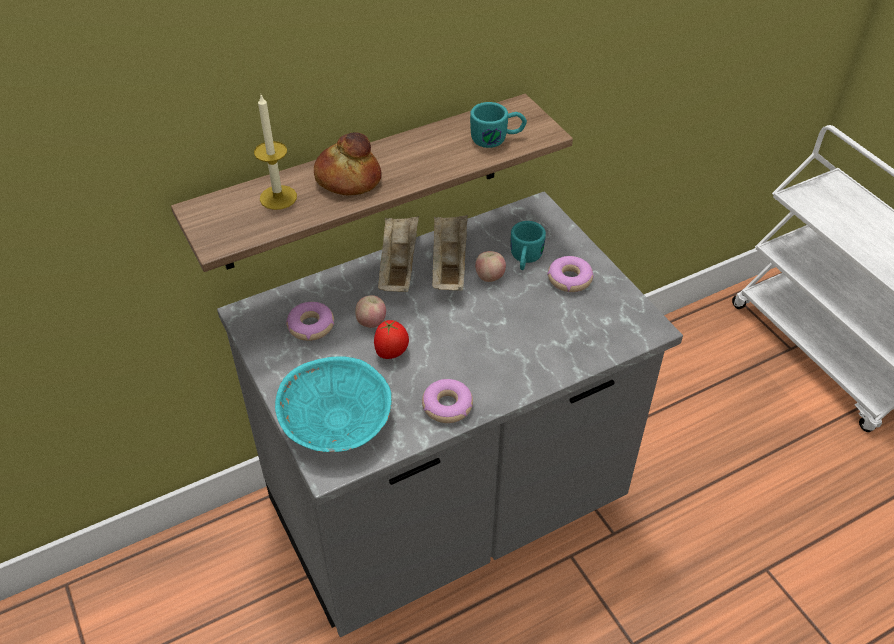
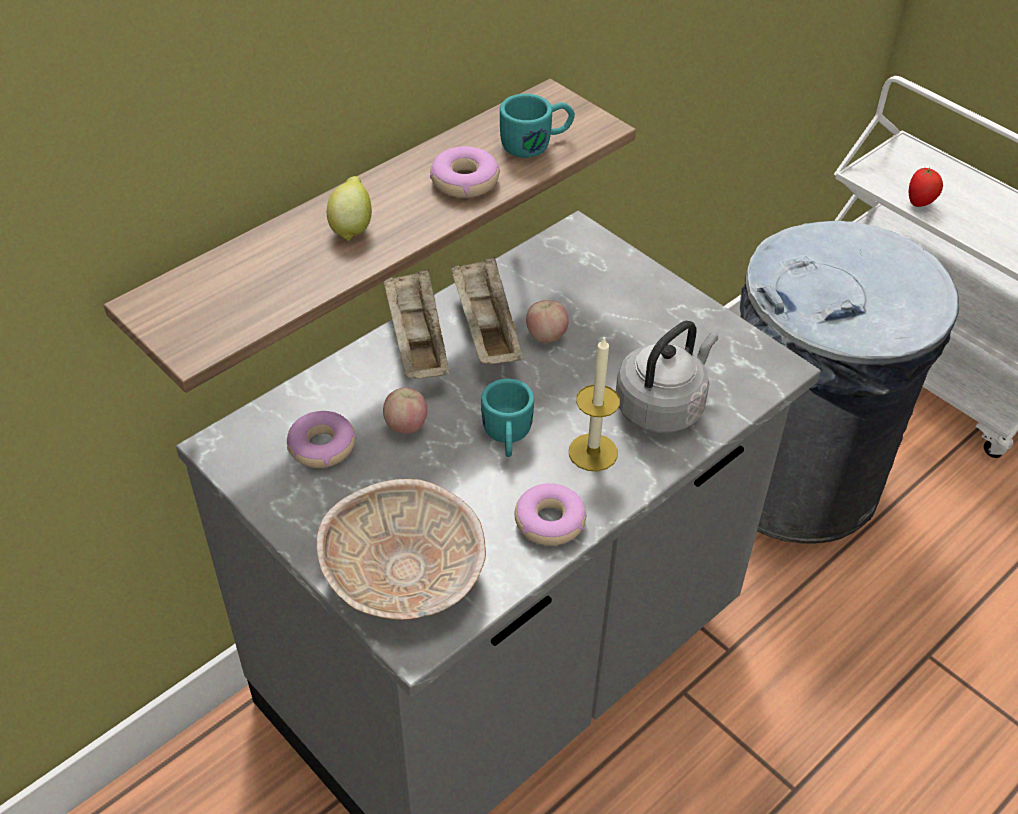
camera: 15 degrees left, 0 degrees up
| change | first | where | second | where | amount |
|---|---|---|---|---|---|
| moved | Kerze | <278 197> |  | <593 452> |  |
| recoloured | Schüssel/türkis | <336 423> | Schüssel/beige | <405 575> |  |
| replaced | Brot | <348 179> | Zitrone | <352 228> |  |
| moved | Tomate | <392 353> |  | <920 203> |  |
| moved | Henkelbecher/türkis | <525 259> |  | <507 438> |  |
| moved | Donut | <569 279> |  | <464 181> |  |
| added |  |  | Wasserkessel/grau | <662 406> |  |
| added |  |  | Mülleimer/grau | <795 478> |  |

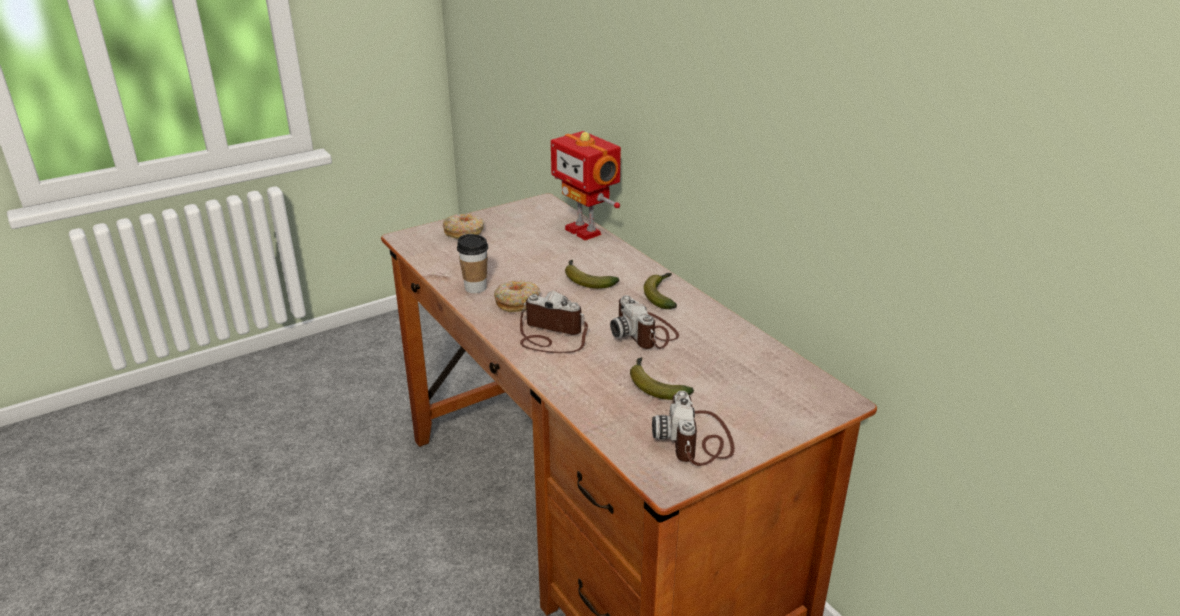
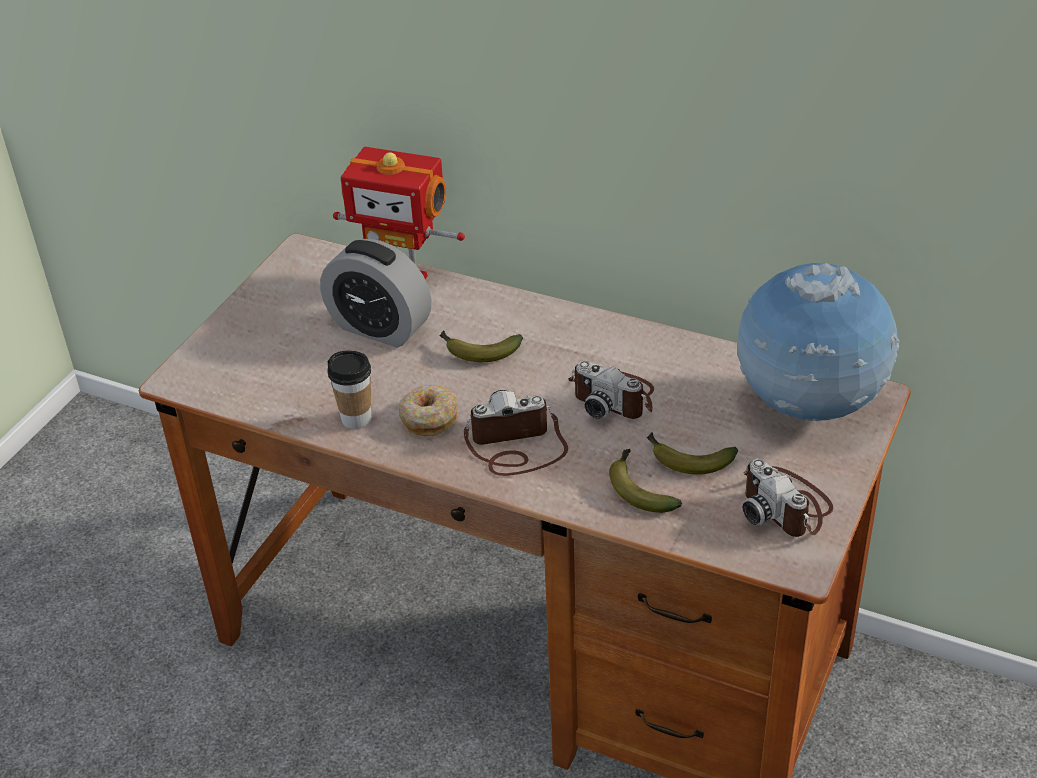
camera: 30 degrees left, 10 degrees up
| change | first | where | second | where | amount |
|---|---|---|---|---|---|
| removed | Donut | <464 232> |  |  |  |
| moved | Banane | <661 295> |  | <639 488> |  |
| added |  |  | Wecker | <379 328> |  |
| added |  |  | Globus | <808 408> |  |

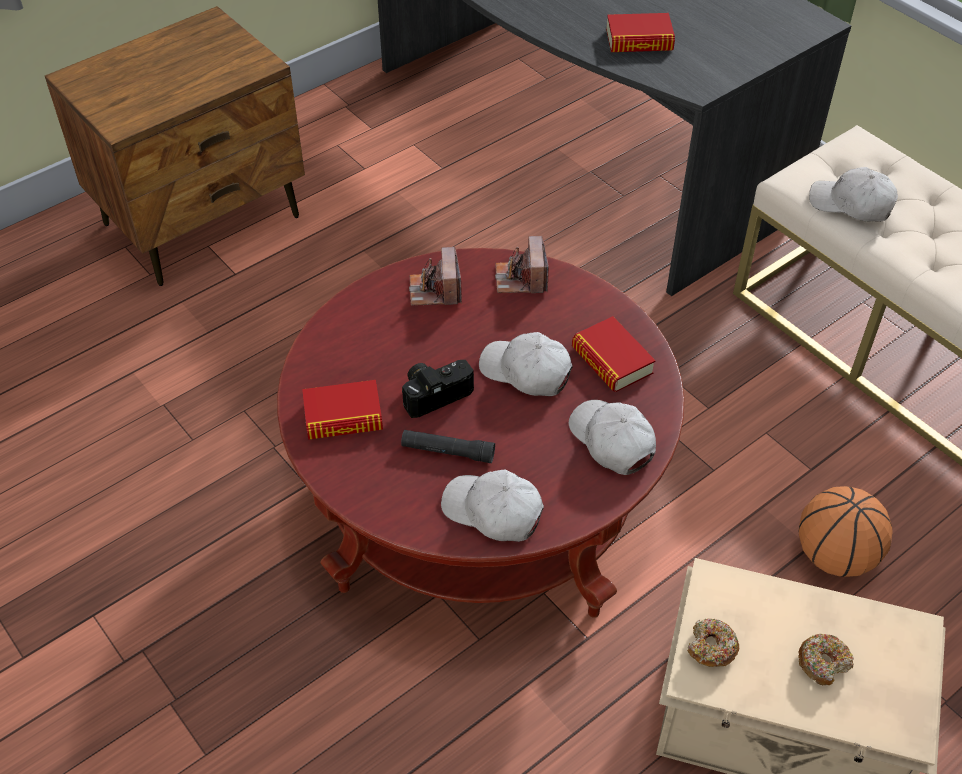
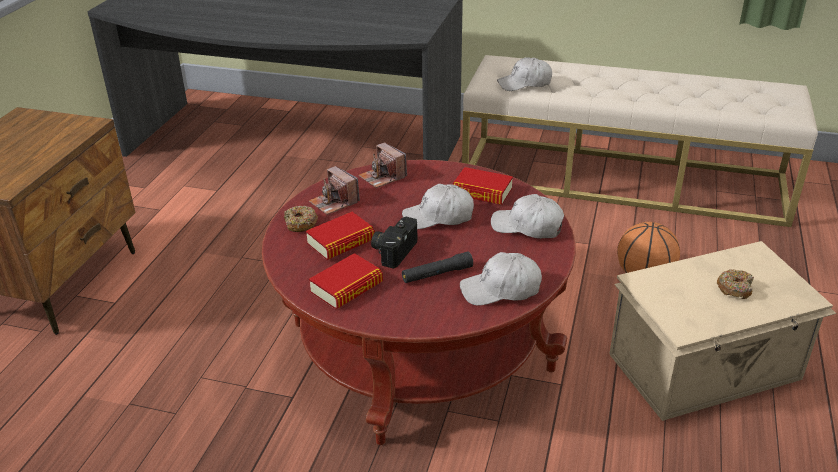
camera: 35 degrees left, 15 degrees down
| change | first | where | second | where | amount |
|---|---|---|---|---|---|
| moved | Buch | <639 40> |  | <341 242> |  |
| moved | Donut | <711 648> |  | <300 224> |  |

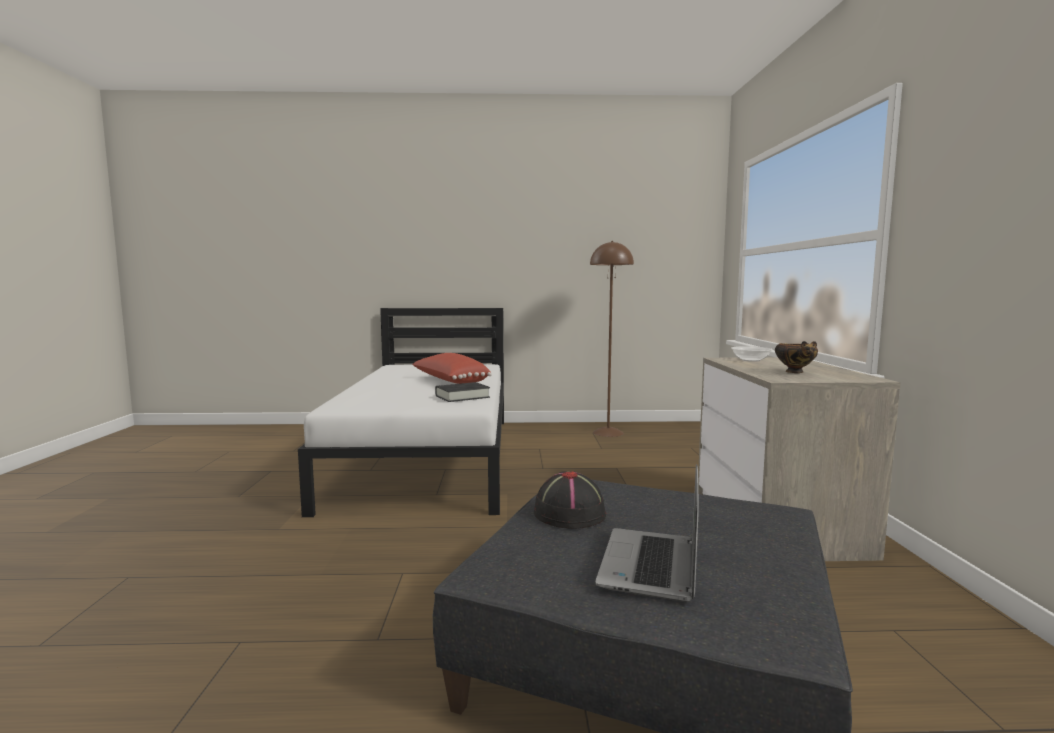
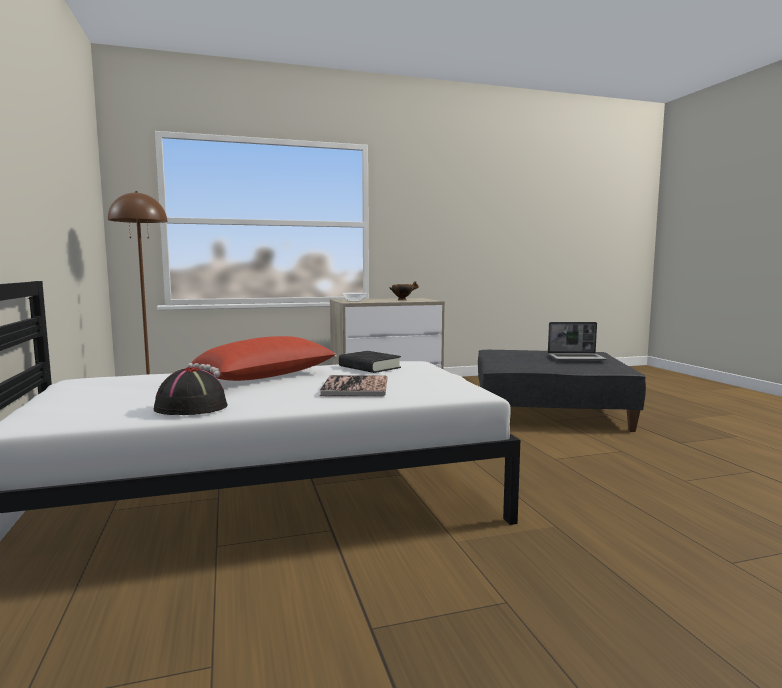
camera: 105 degrees left, 0 degrees up
| change | first | where | second | where | amount |
|---|---|---|---|---|---|
| moved | Hut/schwarz | <569 513> |  | <191 407> |  |
| added |  |  | Buch | <355 387> |  |

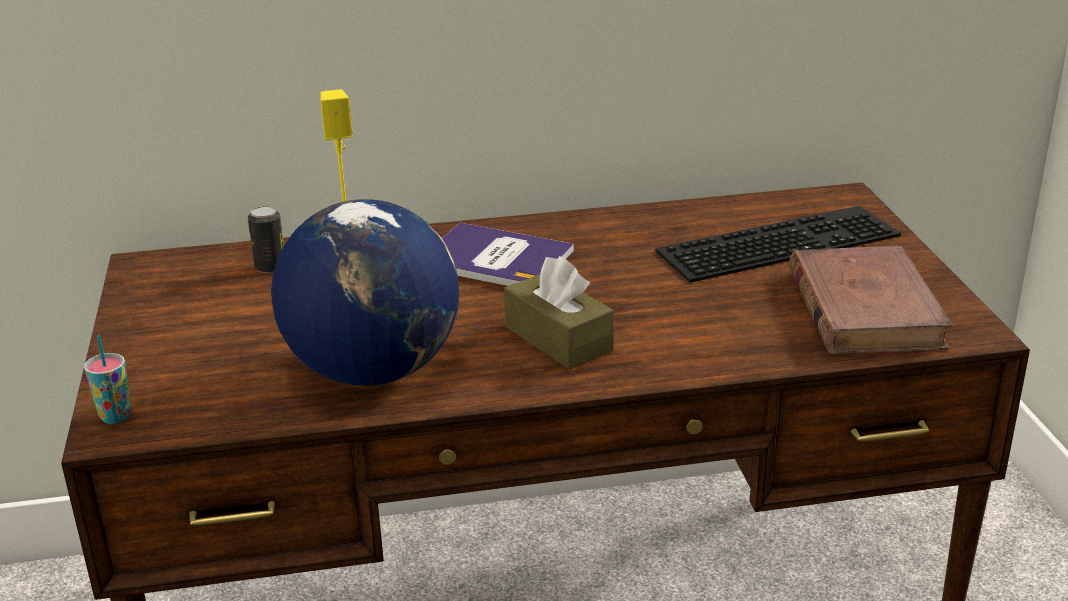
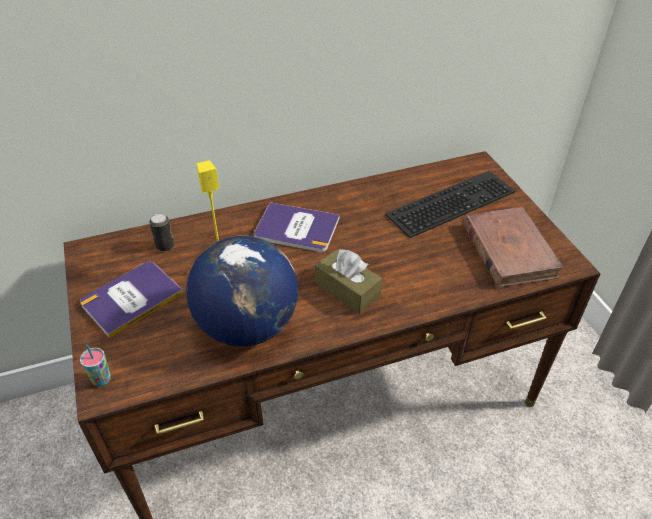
camera: 10 degrees left, 15 degrees up
| change | first | where | second | where | amount |
|---|---|---|---|---|---|
| added |  |  | Buch | <131 298> |  |

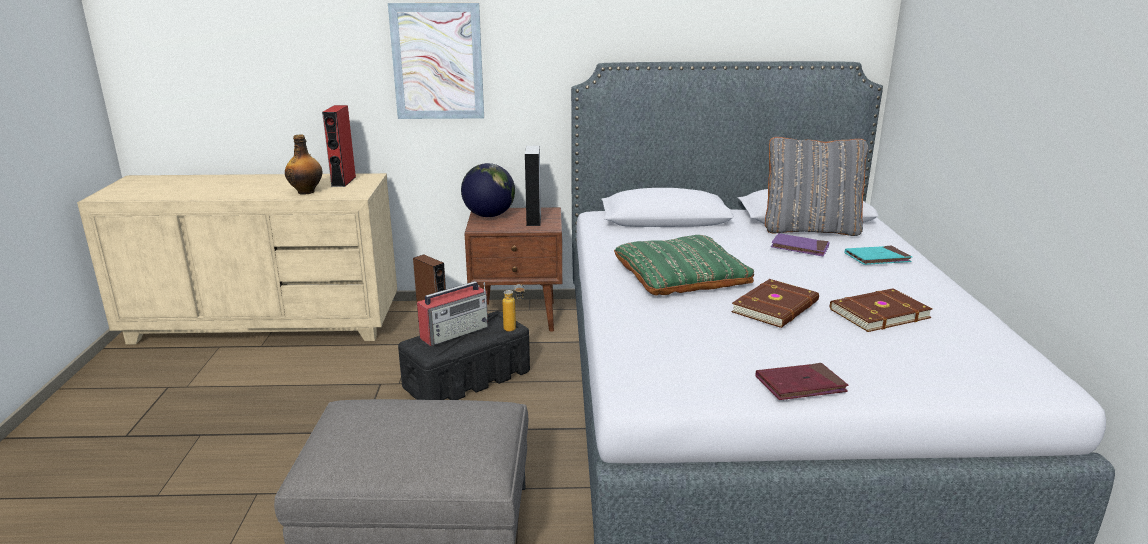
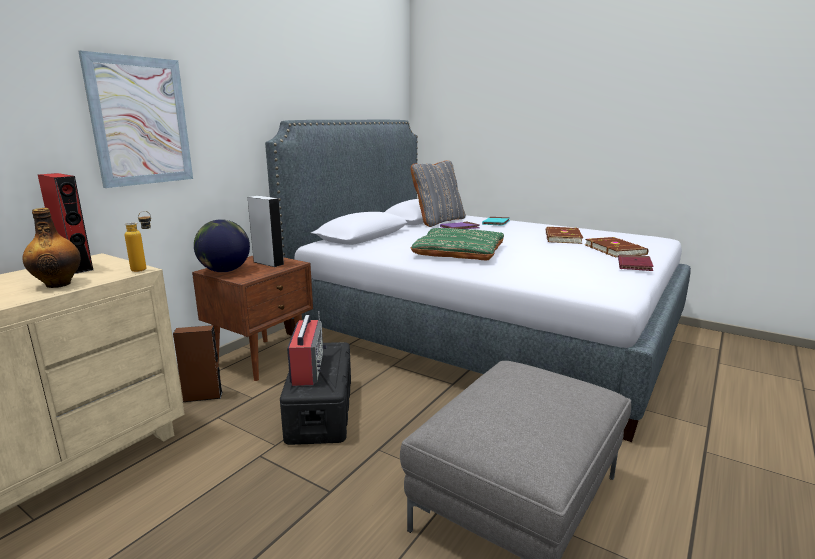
camera: 55 degrees left, 5 degrees down
| change | first | where | second | where | amount |
|---|---|---|---|---|---|
| moved | Flasche | <514 329> |  | <145 268> |  |
| moved | Buch/braun | <777 307> |  | <615 250> |  |

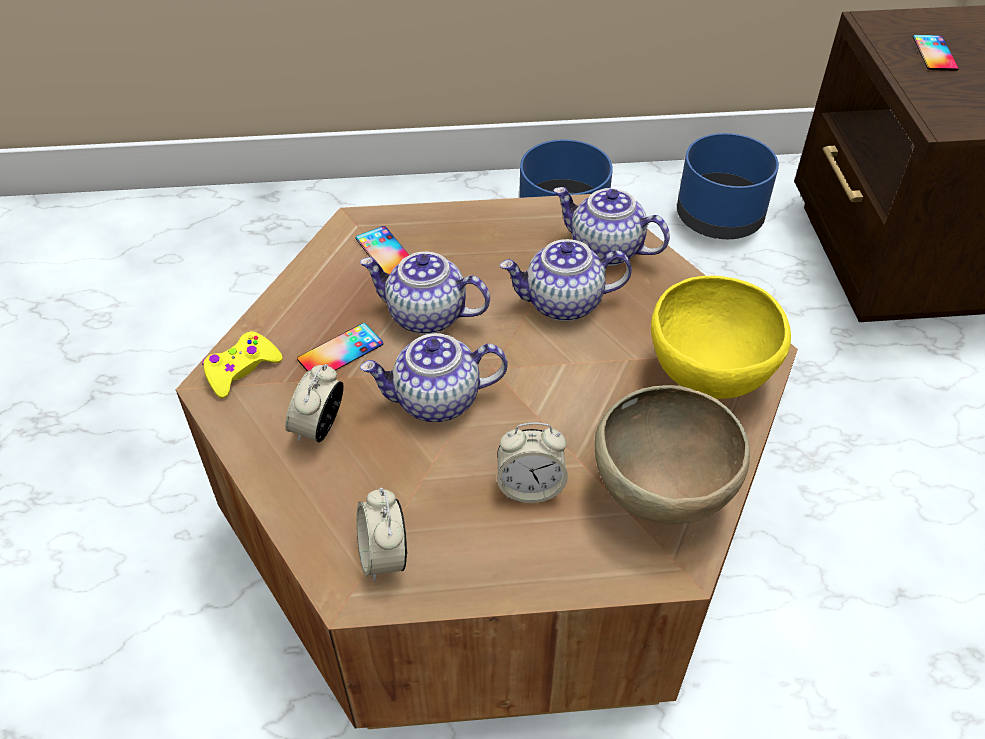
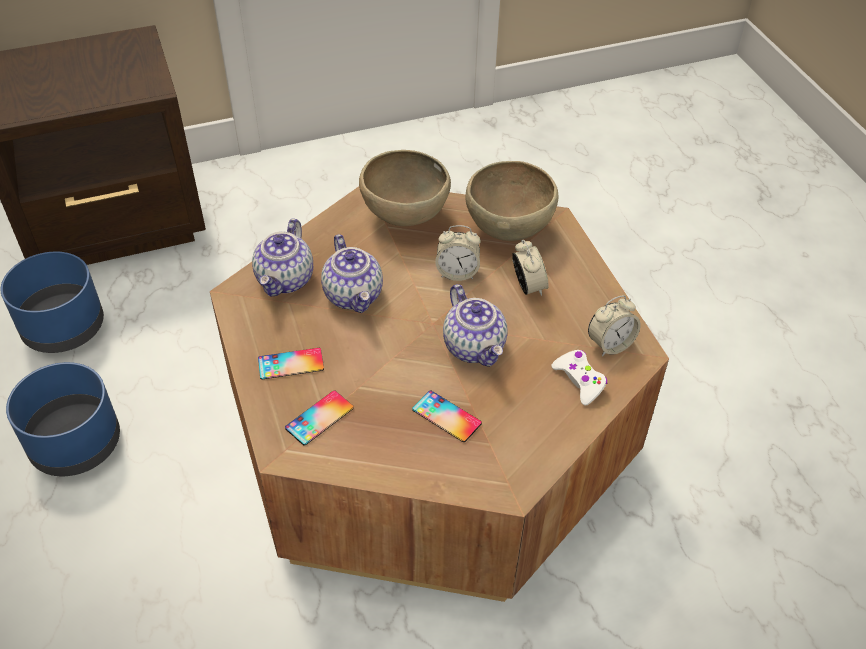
camera: 105 degrees left, 0 degrees up
| change | first | where | second | where | amount |
|---|---|---|---|---|---|
| removed | Gamepad/gelb | <241 370> |  |  |  |
| moved | Wecker | <319 428> |  | <457 272> |  |
| removed | Teekanne | <425 316> |  |  |  |
| recoloured | Schüssel/gelb | <707 376> | Schüssel/braun | <405 218> |  |
| moved | Handy | <934 53> |  | <291 364> |  |
| added |  |  | Gamepad/weiß | <579 380> |  |

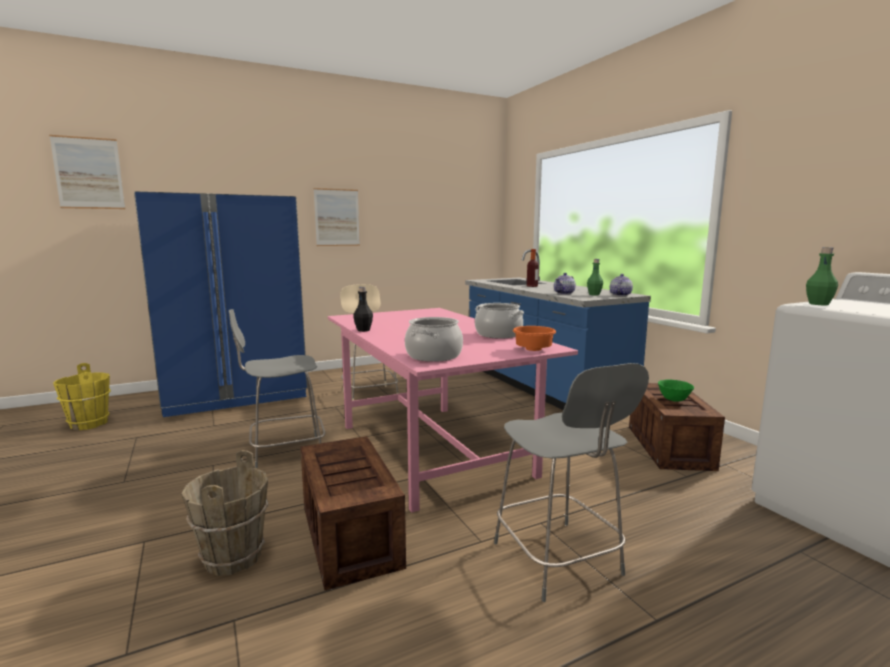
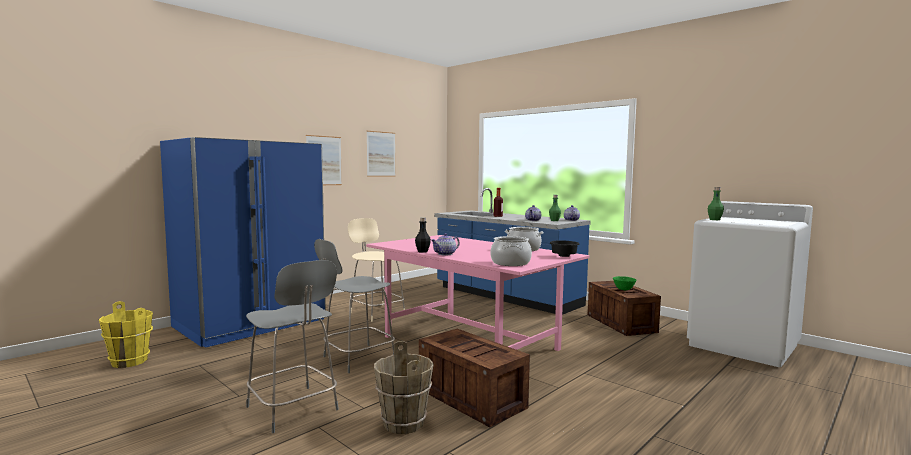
camera: 20 degrees left, 5 degrees down
| change | first | where | second | where | amount |
|---|---|---|---|---|---|
| moved | Bild | <88 173> |  | <381 154> |  |
| moved | Stuhl/grau | <559 561> |  | <293 409> |  |
| recoloured | Schüssel/orange | <532 350> | Schüssel/schwarz | <563 256> |  |
| added |  |  | Teekanne | <445 254> |  |

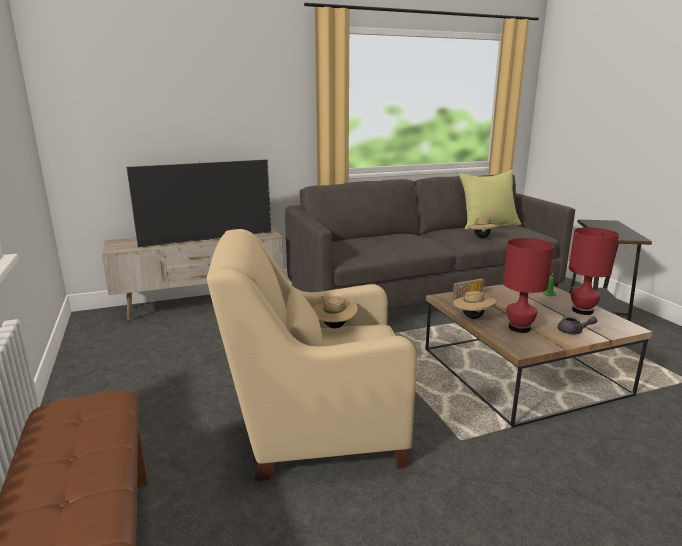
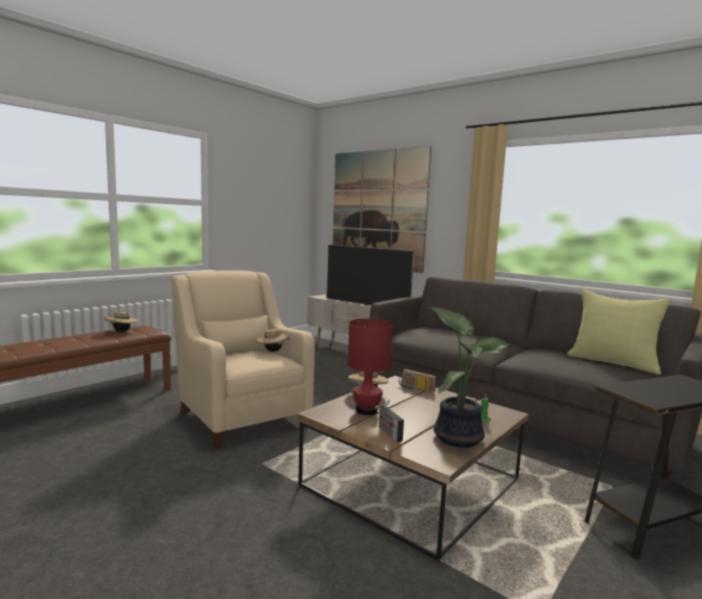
camera: 60 degrees right, 10 degrees down
| change | first | where | second | where | amount |
|---|---|---|---|---|---|
| moved | Hut/beige | <482 237> |  | <122 331> |  |
| replaced | Teekanne/grau | <573 332> | Radio | <388 433> |  |
| replaced | Tischlampe/rot | <582 310> | Topfpflanze | <458 436> |  |
| added |  |  | Bild | <377 210> |  |

